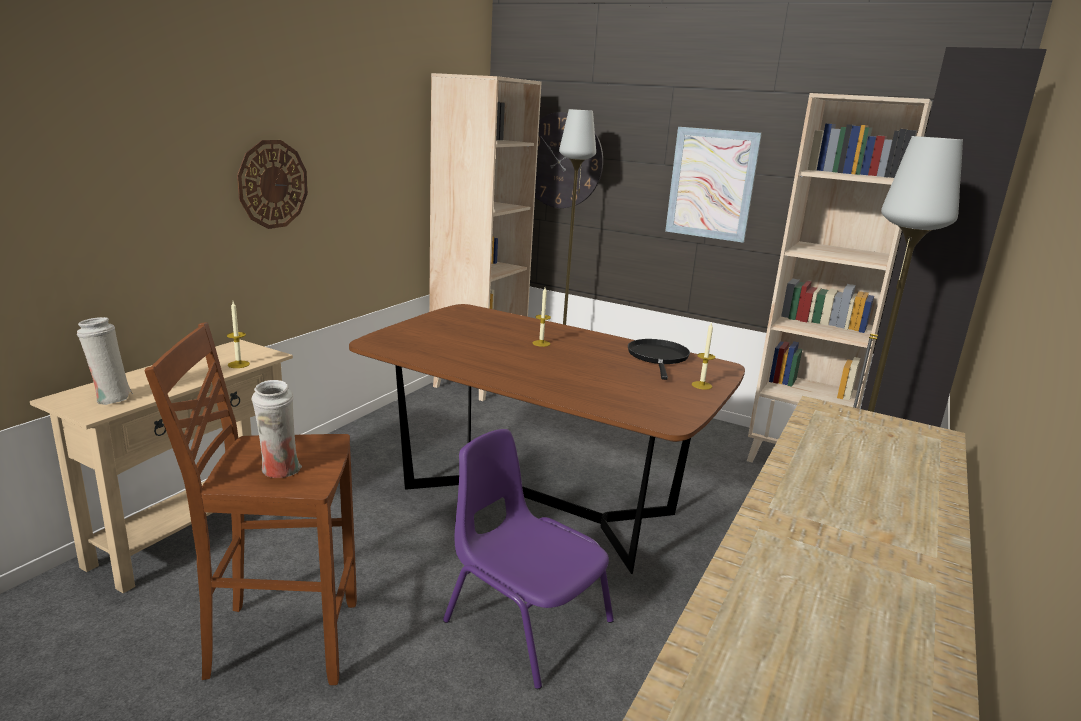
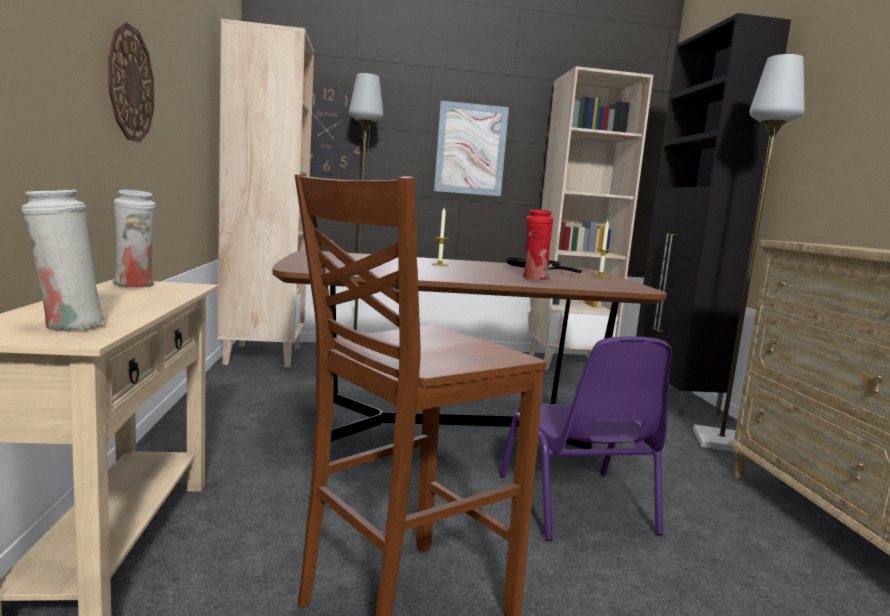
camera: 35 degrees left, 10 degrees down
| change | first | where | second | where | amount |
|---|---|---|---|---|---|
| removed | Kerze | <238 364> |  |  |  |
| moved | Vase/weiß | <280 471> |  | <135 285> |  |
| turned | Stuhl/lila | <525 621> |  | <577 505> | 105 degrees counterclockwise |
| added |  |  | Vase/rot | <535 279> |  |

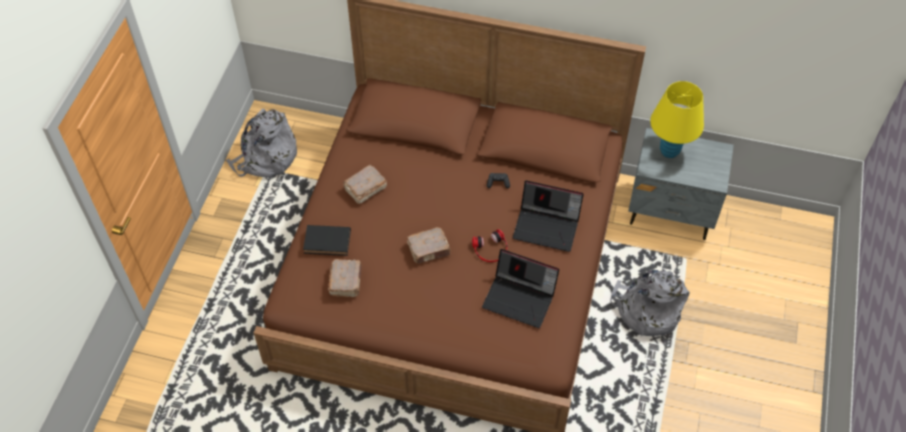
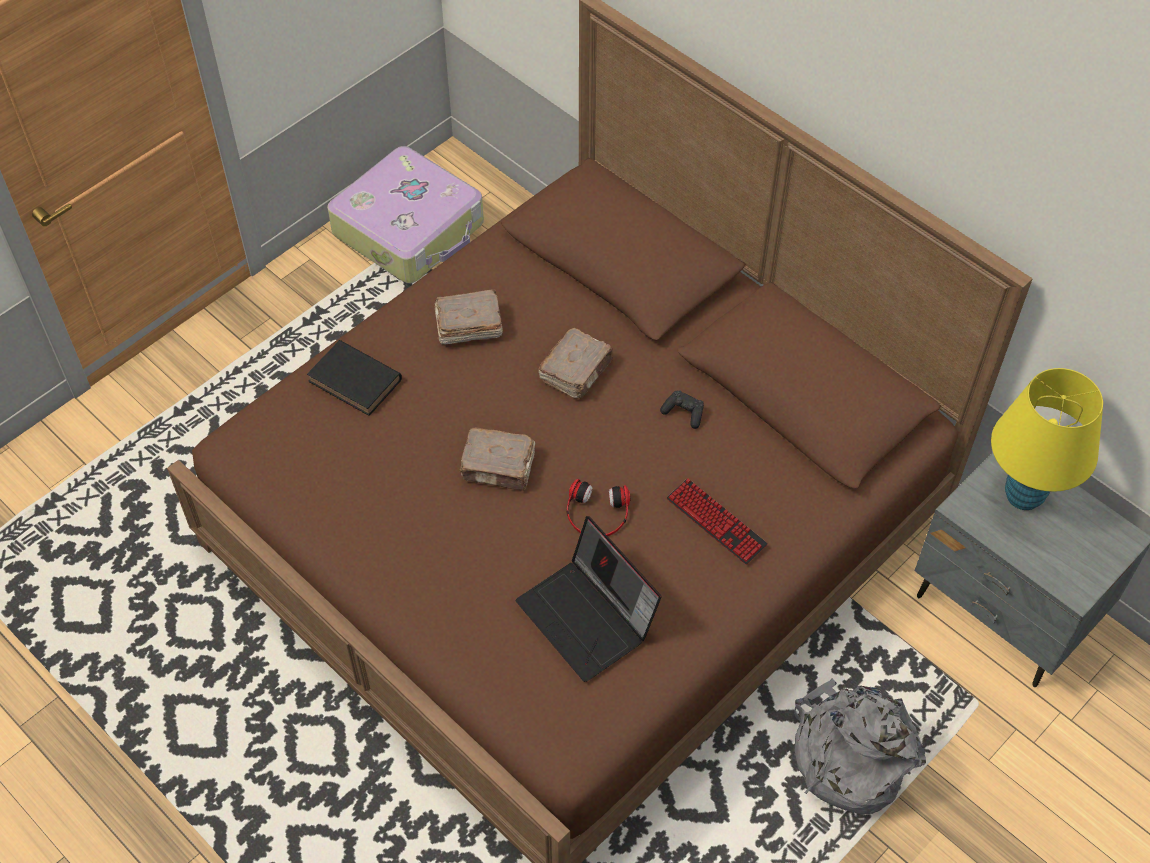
camera: 30 degrees right, 0 degrees up
| change | first | where | second | where | amount |
|---|---|---|---|---|---|
| replaced | Rucksack/grau | <266 158> | Koffer | <410 229> |  |
| moved | Buch/braun | <346 281> |  | <577 371> |  |
| replaced | Laptop | <547 227> | Tastatur | <716 522> |  |

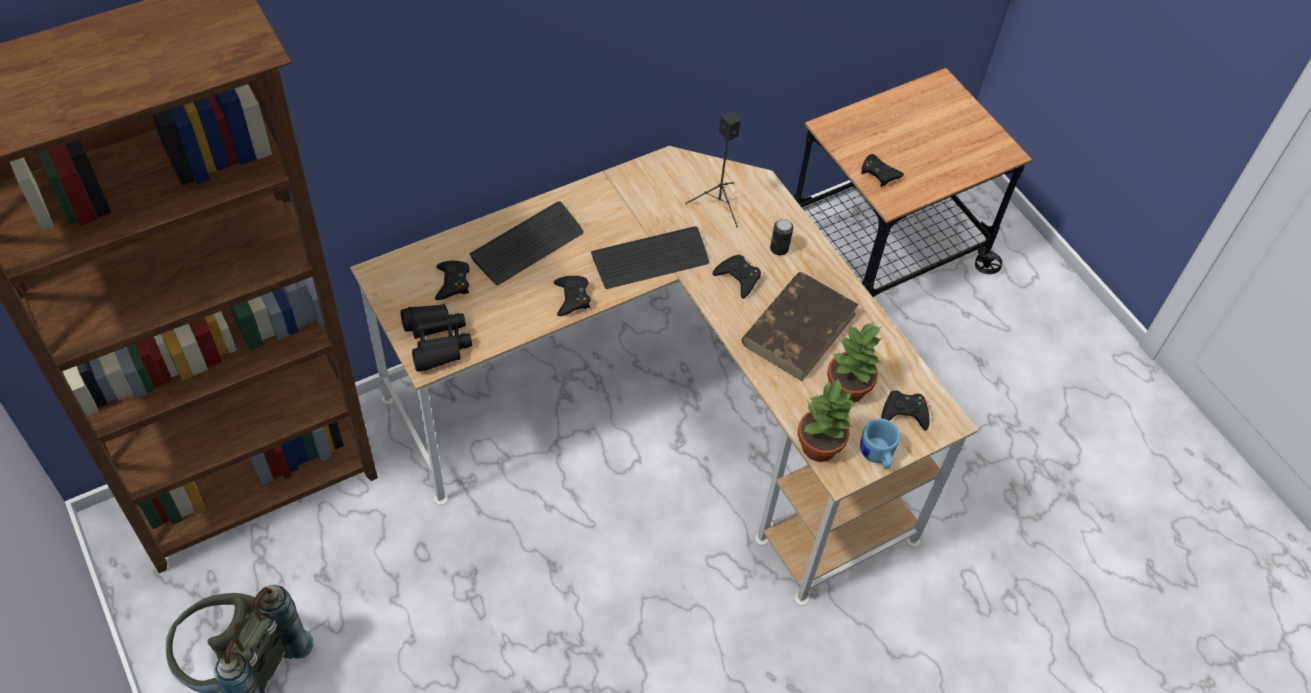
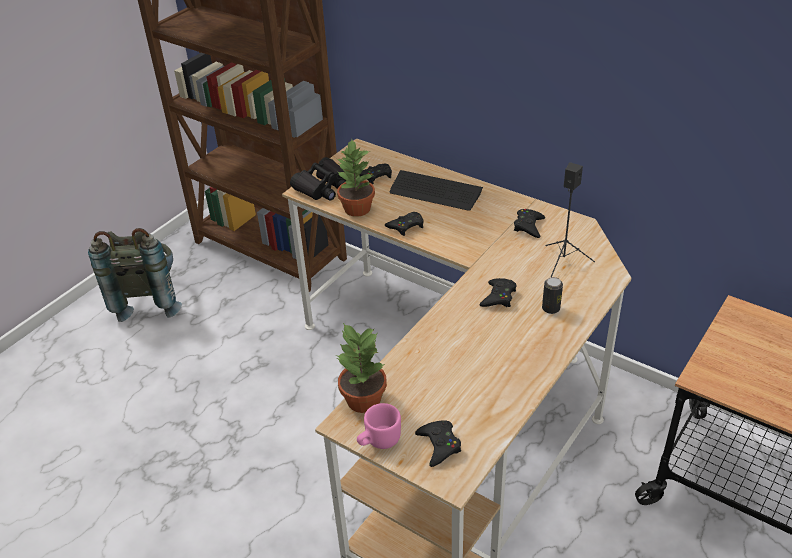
camera: 70 degrees right, 15 degrees down
| change | first | where | second | where | amount |
|---|---|---|---|---|---|
| removed | Tastatur | <650 259> |  |  |  |
| removed | Buch/braun | <799 328> |  |  |  |
| moved | Topfpflanze | <848 389> |  | <357 209> |  |
| recoloured | Henkelbecher/blau | <876 456> | Henkelbecher/rosa | <378 441> |  |
| moved | Gamepad/schwarz | <879 173> |  | <528 226> |  |

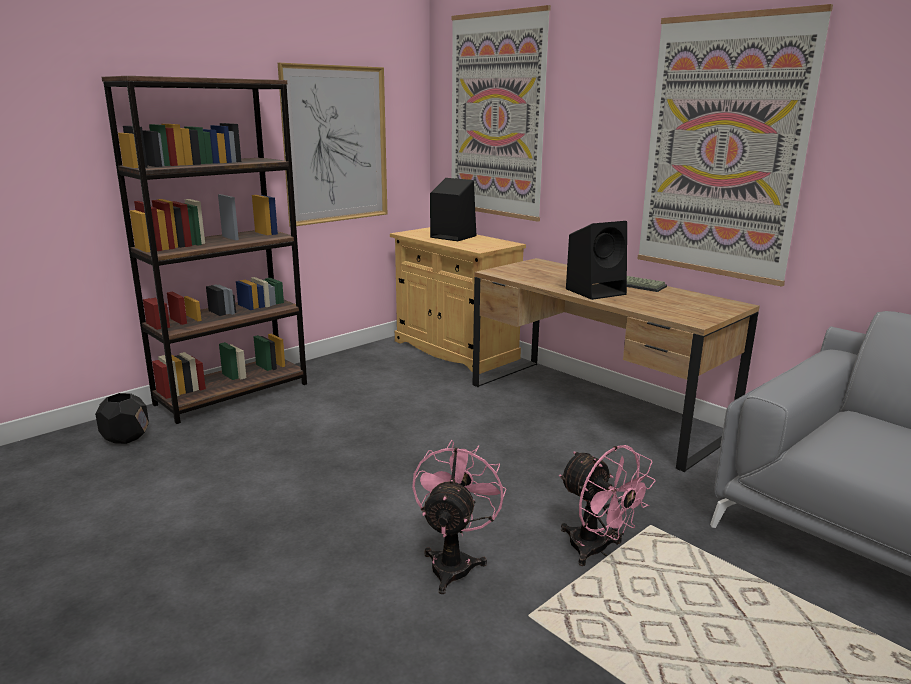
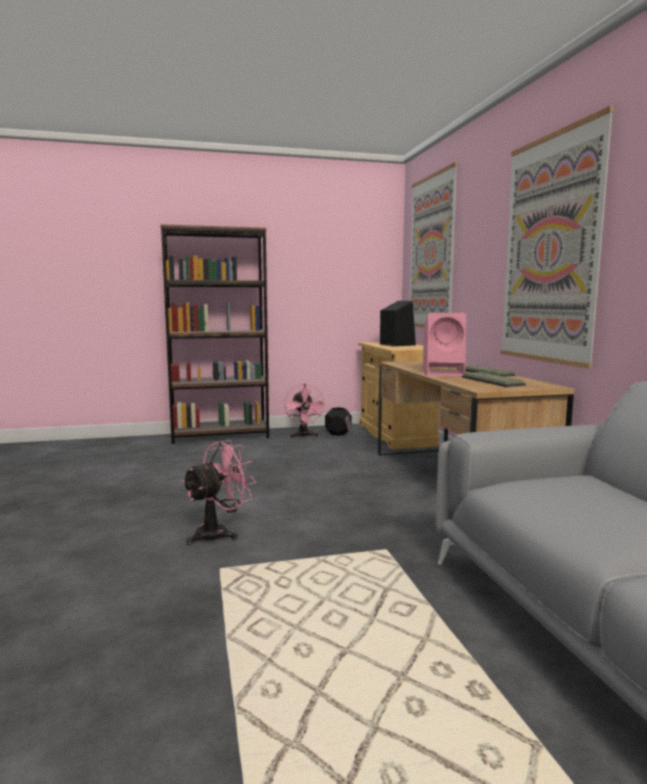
camera: 30 degrees right, 10 degrees down
| change | first | where | second | where | amount |
|---|---|---|---|---|---|
| moved | Pflanzkübel/schwarz | <126 438> |  | <338 433> |  |
| removed | Bild | <336 145> |  |  |  |
| moved | Ventilator/rosa | <597 550> |  | <304 436> |  |
| recoloured | Lautsprecher/schwarz | <596 291> | Lautsprecher/rosa | <444 373> |  |
| added |  |  | Tastatur | <490 381> |  |

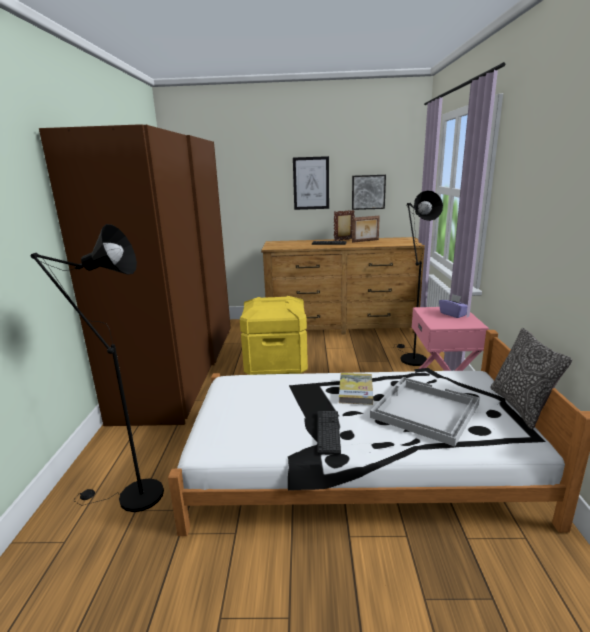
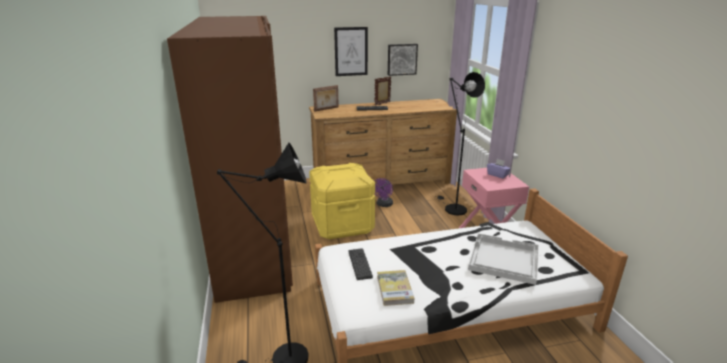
camera: 15 degrees left, 5 degrees up
| change | first | where | second | where | amount |
|---|---|---|---|---|---|
| moved | Tastatur | <328 432> |  | <360 264> |  |
| moved | Buch | <355 390> |  | <394 289> |  |
| moved | Bilderrahmen | <365 241> |  | <326 109> |  |
| removed | Kissen | <520 406> |  |  |  |
| added |  |  | Ventilator/lila | <383 205> |  |

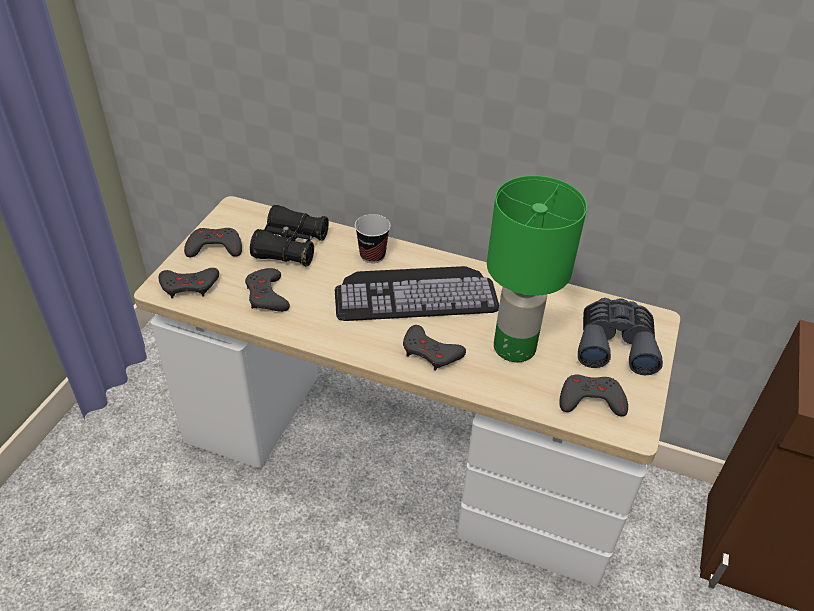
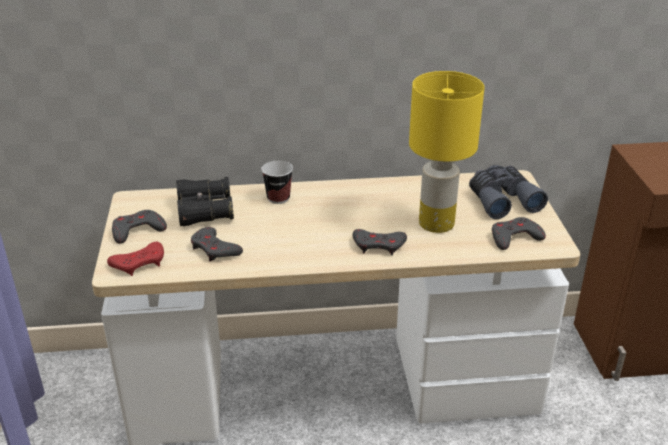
camera: 25 degrees left, 10 degrees down
| change | first | where | second | where | amount |
|---|---|---|---|---|---|
| recoloured | Gamepad/grau | <189 286> | Gamepad/rot | <139 263> |  |
| removed | Tastatur | <416 292> |  |  |  |
| recoloured | Tischlampe/grün | <514 347> | Tischlampe/gelb | <435 223> |  |

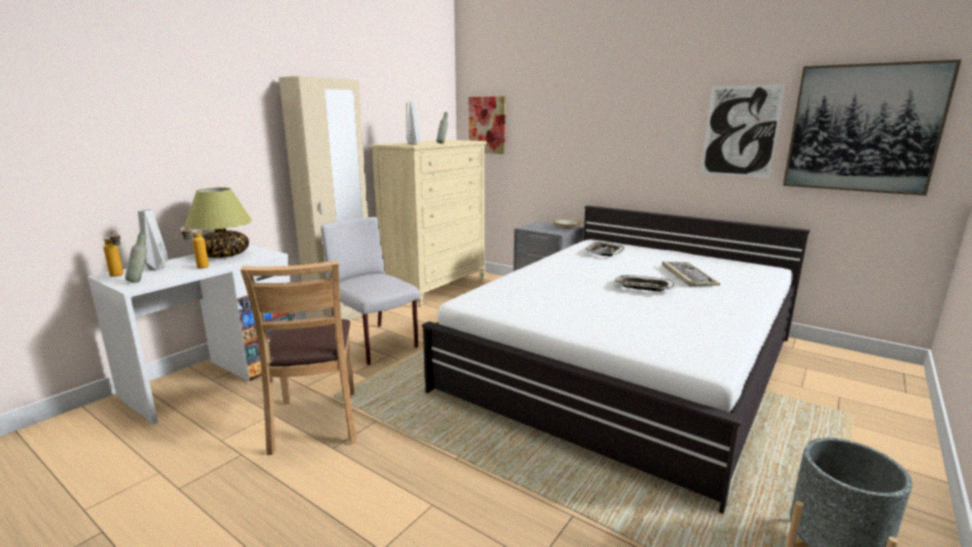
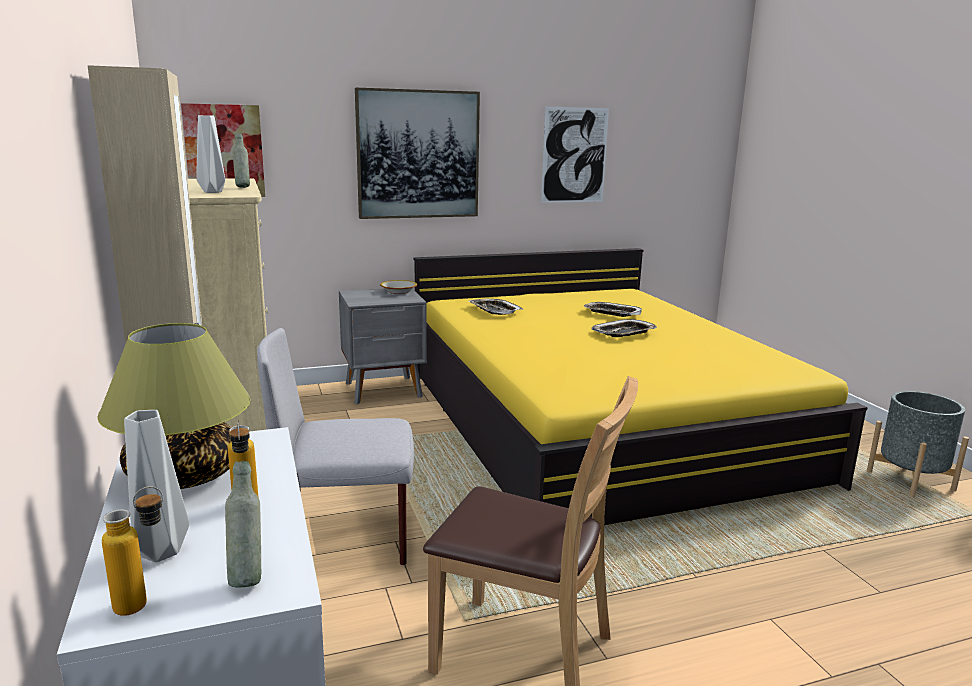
camera: 55 degrees left, 0 degrees up
| change | first | where | second | where | amount |
|---|---|---|---|---|---|
| recoloured | Bett/weiß | <627 362> | Bett/gelb | <596 423> |  |
| replaced | Tastatur | <687 276> | Tablett | <612 313> |  |
| moved | Bild | <863 128> |  | <418 154> |  |

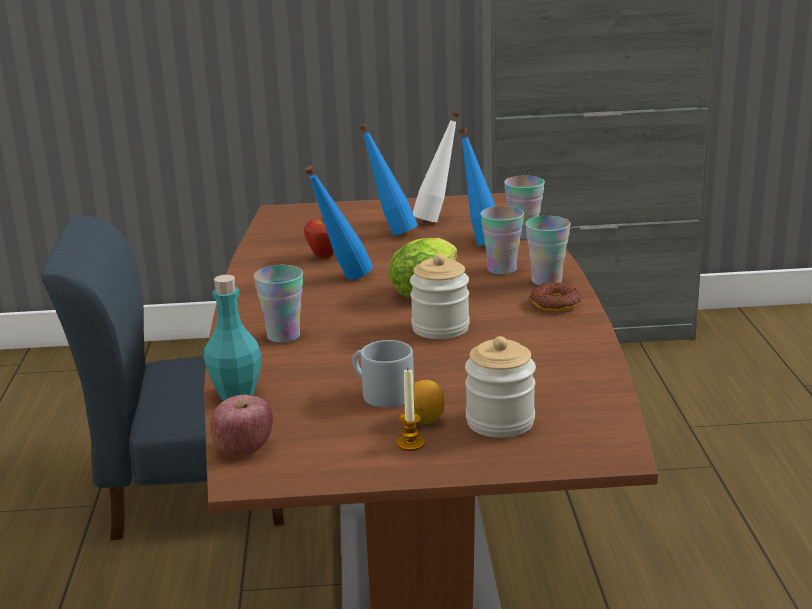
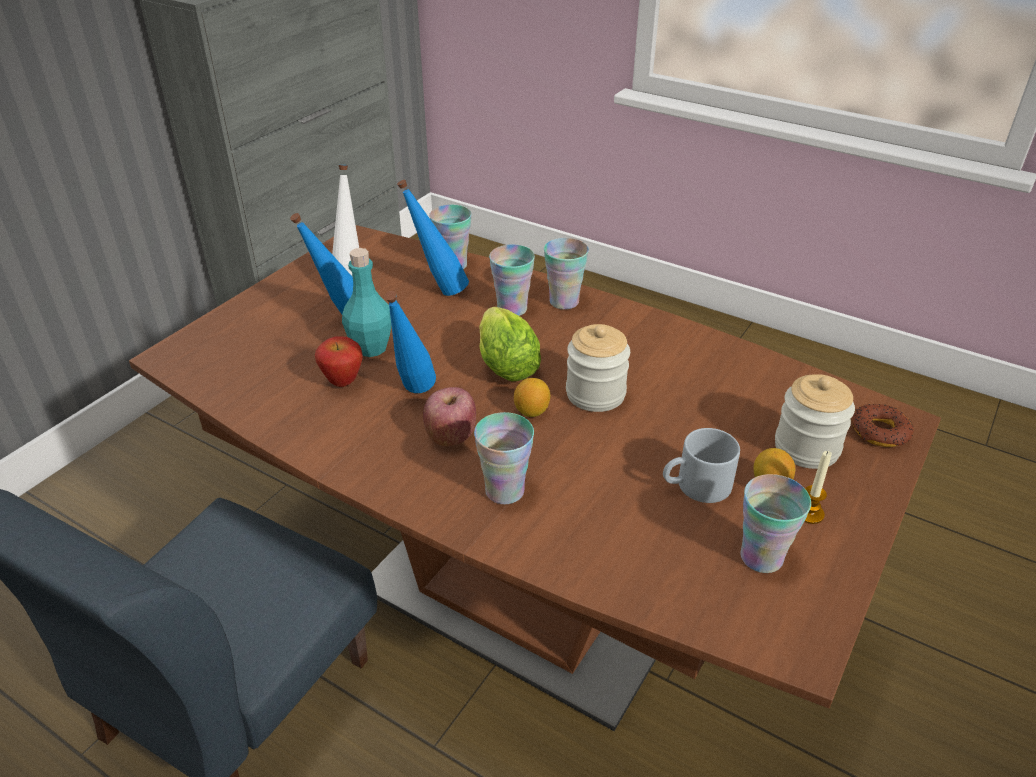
camera: 55 degrees left, 15 degrees up
| change | first | where | second | where | amount |
|---|---|---|---|---|---|
| moved | Flasche/türkis | <236 394> |  | <371 348> |  |
| moved | Apfel | <243 449> |  | <451 436> |  |
| moved | Donut | <555 304> |  | <880 431> |  |
| added |  |  | Zitrone | <531 411> |  |
| added |  |  | Tasse | <761 557> |  |

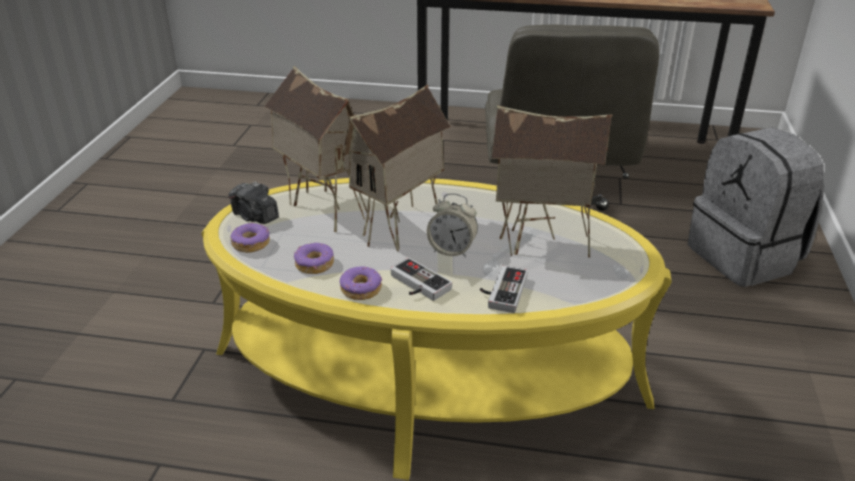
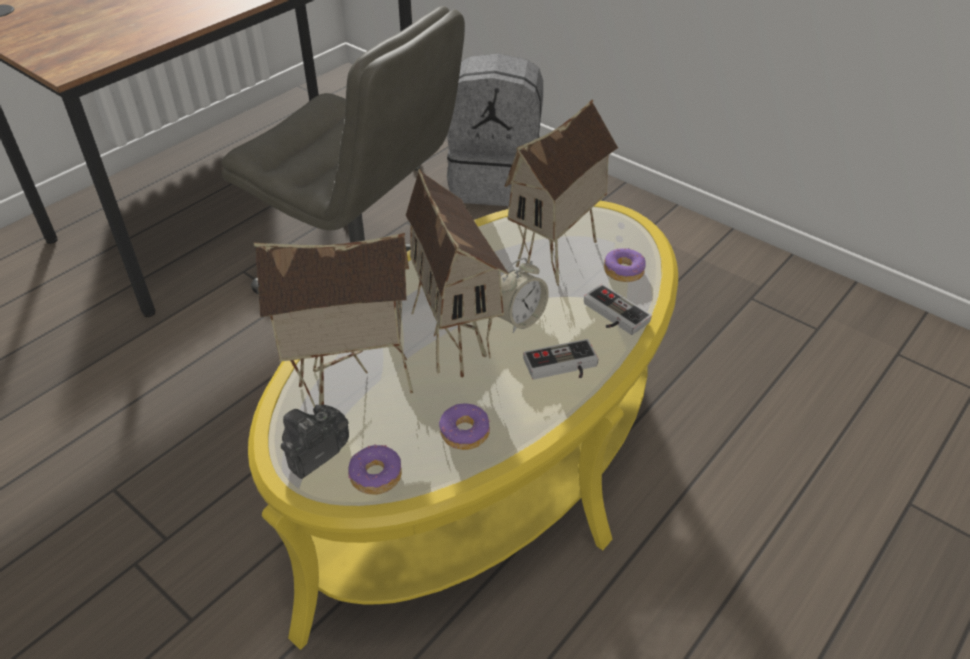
camera: 60 degrees left, 10 degrees up
| change | first | where | second | where | amount |
|---|---|---|---|---|---|
| turned | Kamera | <255 217> |  | <315 453> | 150 degrees clockwise |
| moved | Donut | <361 289> |  | <624 271> |  |

